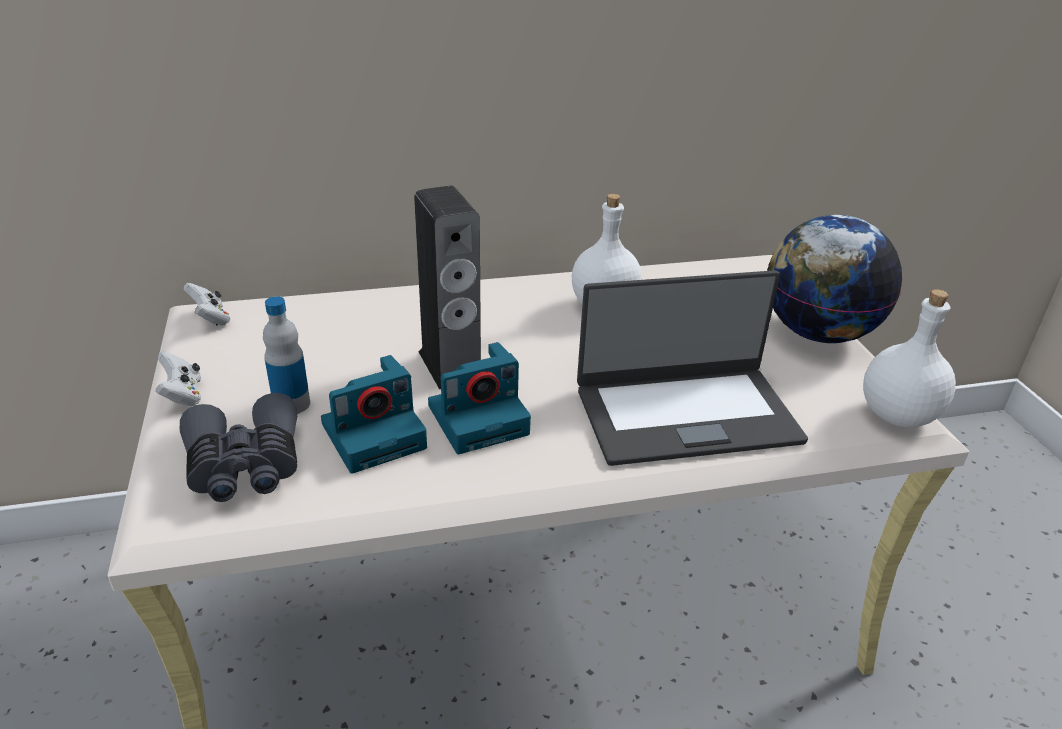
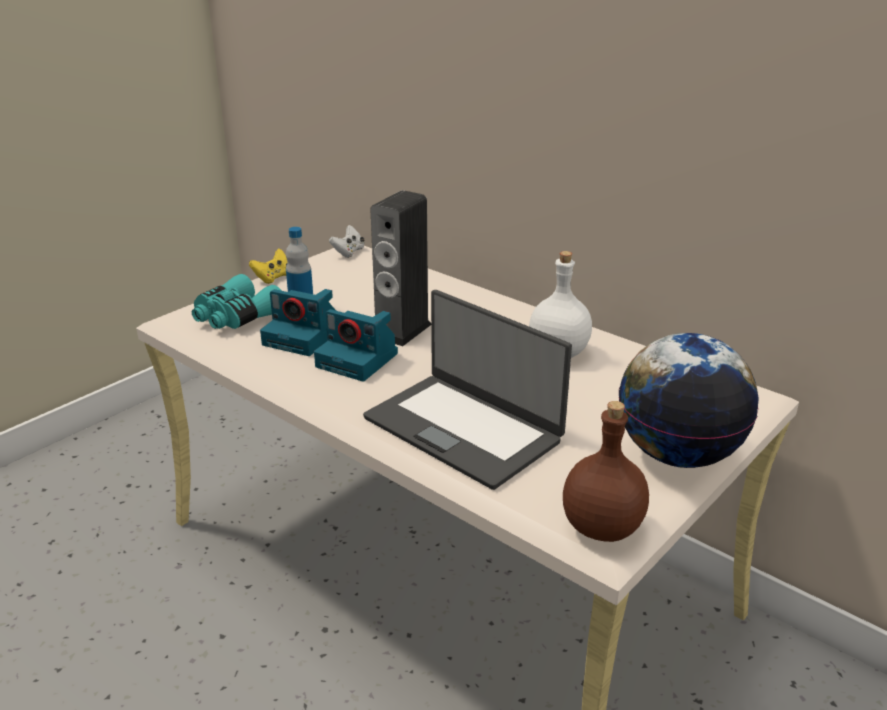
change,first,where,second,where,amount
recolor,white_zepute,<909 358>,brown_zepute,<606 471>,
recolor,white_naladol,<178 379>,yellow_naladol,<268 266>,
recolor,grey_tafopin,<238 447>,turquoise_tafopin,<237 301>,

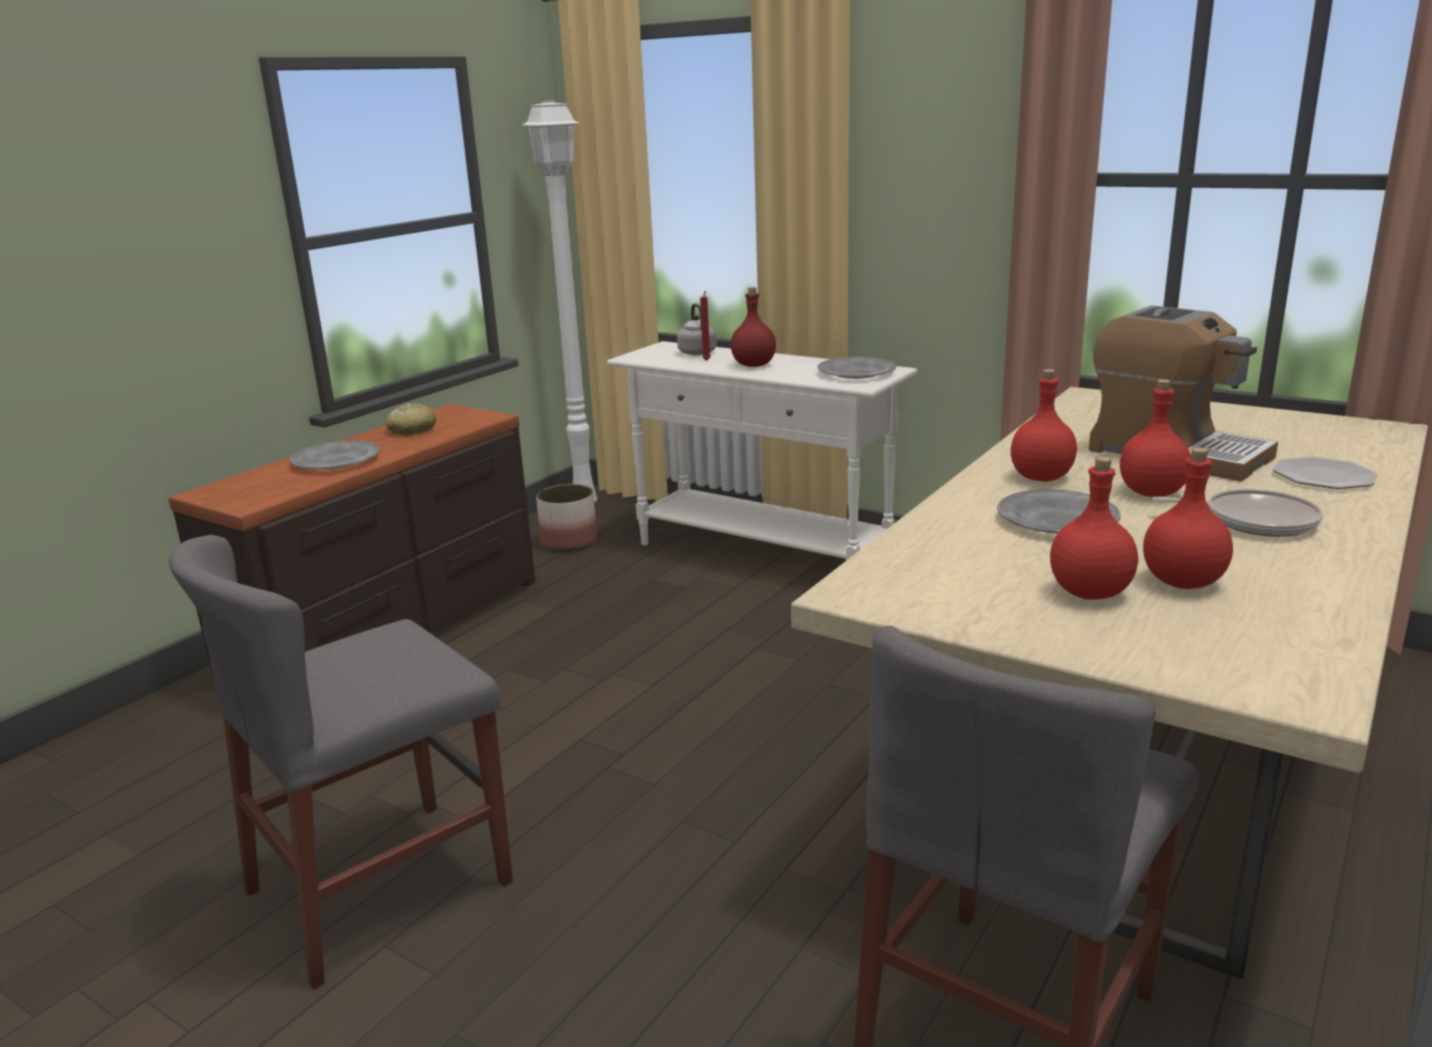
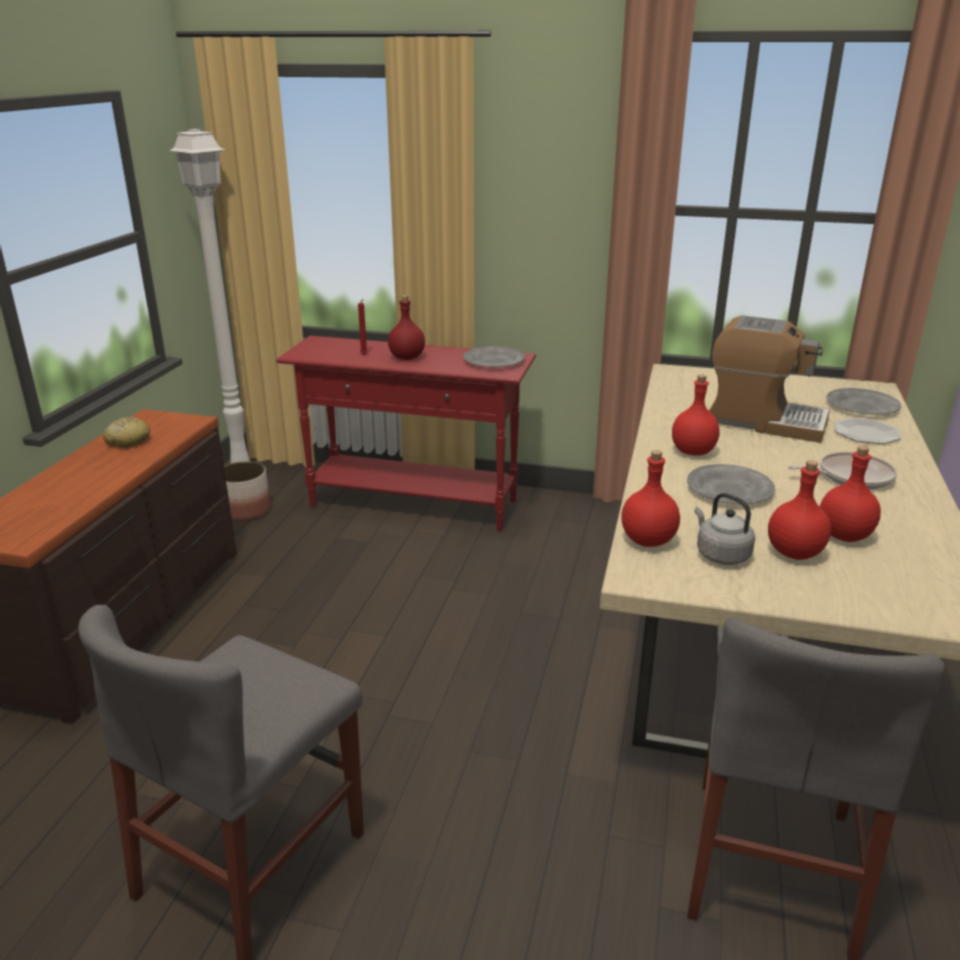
change,first,where,second,where,amount
move,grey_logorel,<697 329>,,<724 529>,
recolor,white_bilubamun,<762 451>,red_bilubamun,<406 433>,
move,red_zepute,<1155 438>,,<650 498>,
move,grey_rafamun,<335 454>,,<863 401>,

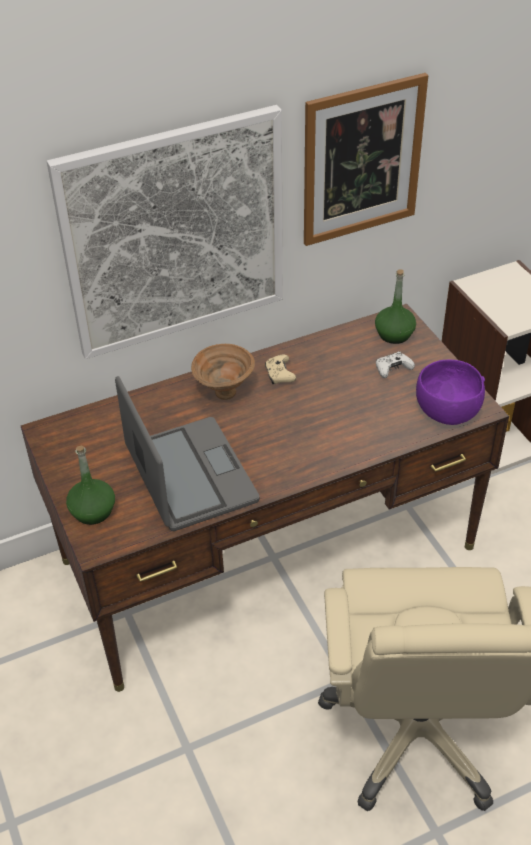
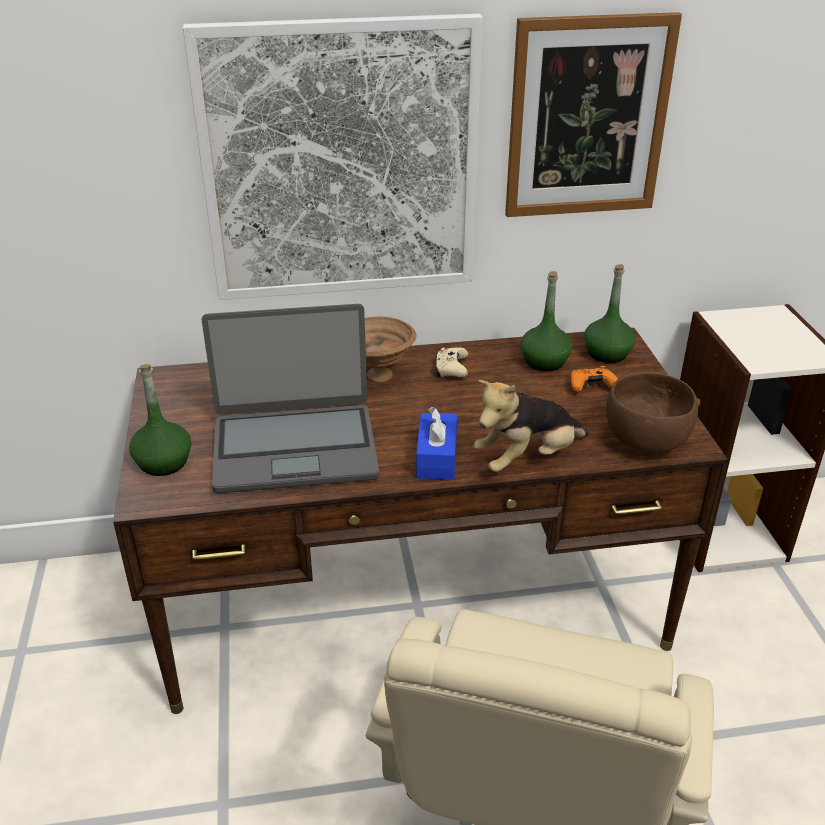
change,first,where,second,where,amount
recolor,white_naladol,<395 364>,orange_naladol,<594 379>,
recolor,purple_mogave,<450 392>,brown_mogave,<653 412>,
rotate,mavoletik,<187 453>,,<290 398>,90 degrees clockwise
insert,,,green_zepute,<546 321>,
insert,,,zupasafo,<531 426>,
insert,,,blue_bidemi,<436 443>,

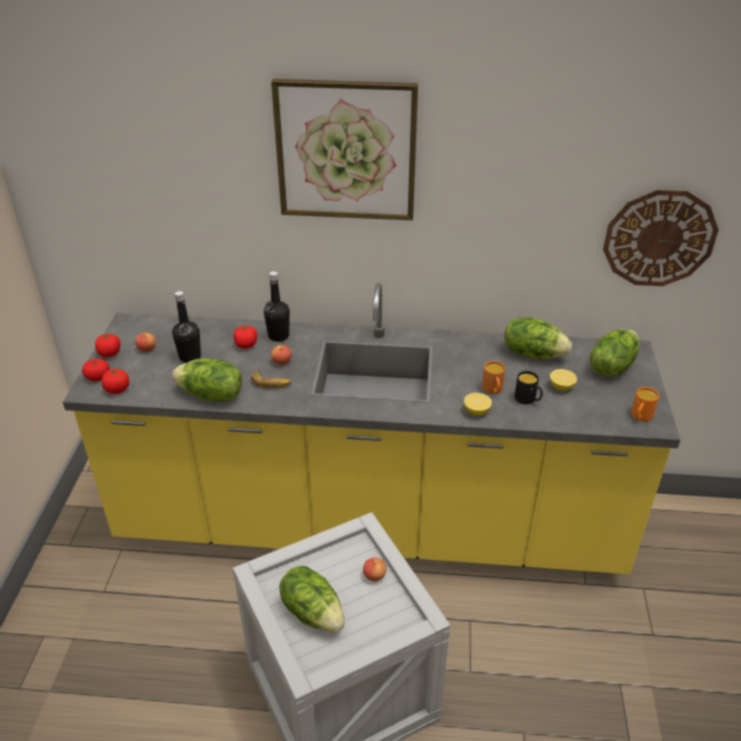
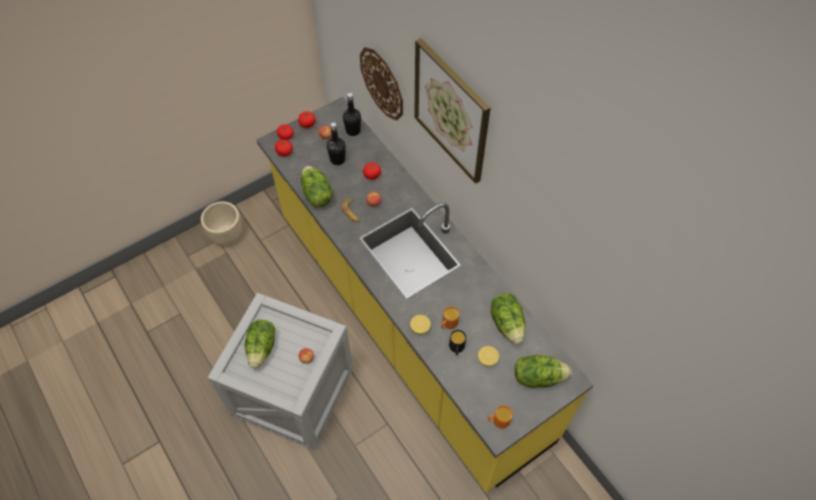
change,first,where,second,where,amount
move,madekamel,<661 238>,,<381 84>,
move,black_zepute,<277 306>,,<352 114>,
insert,,,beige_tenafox,<221 223>,

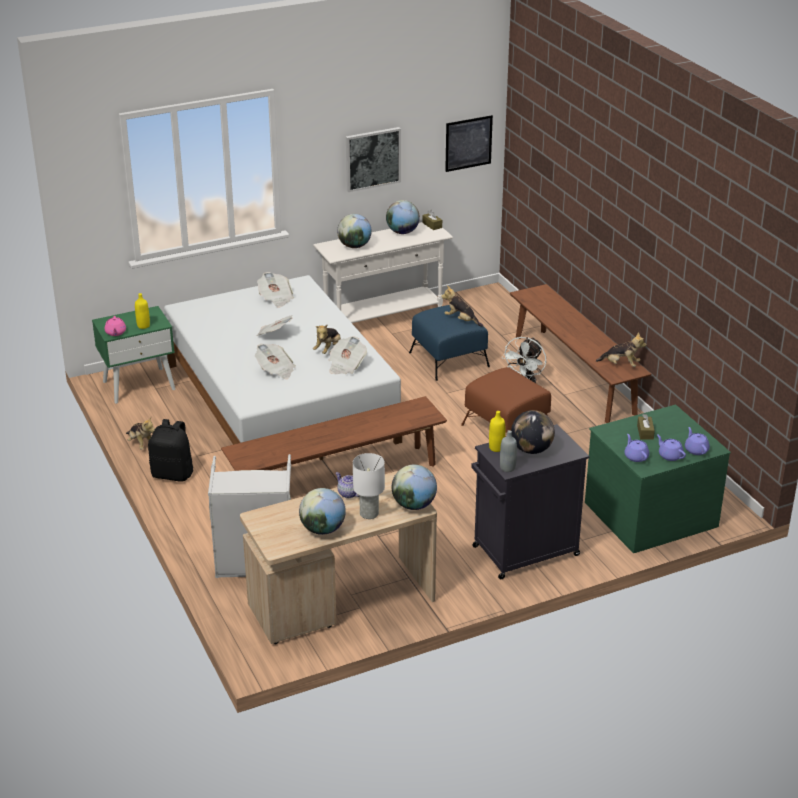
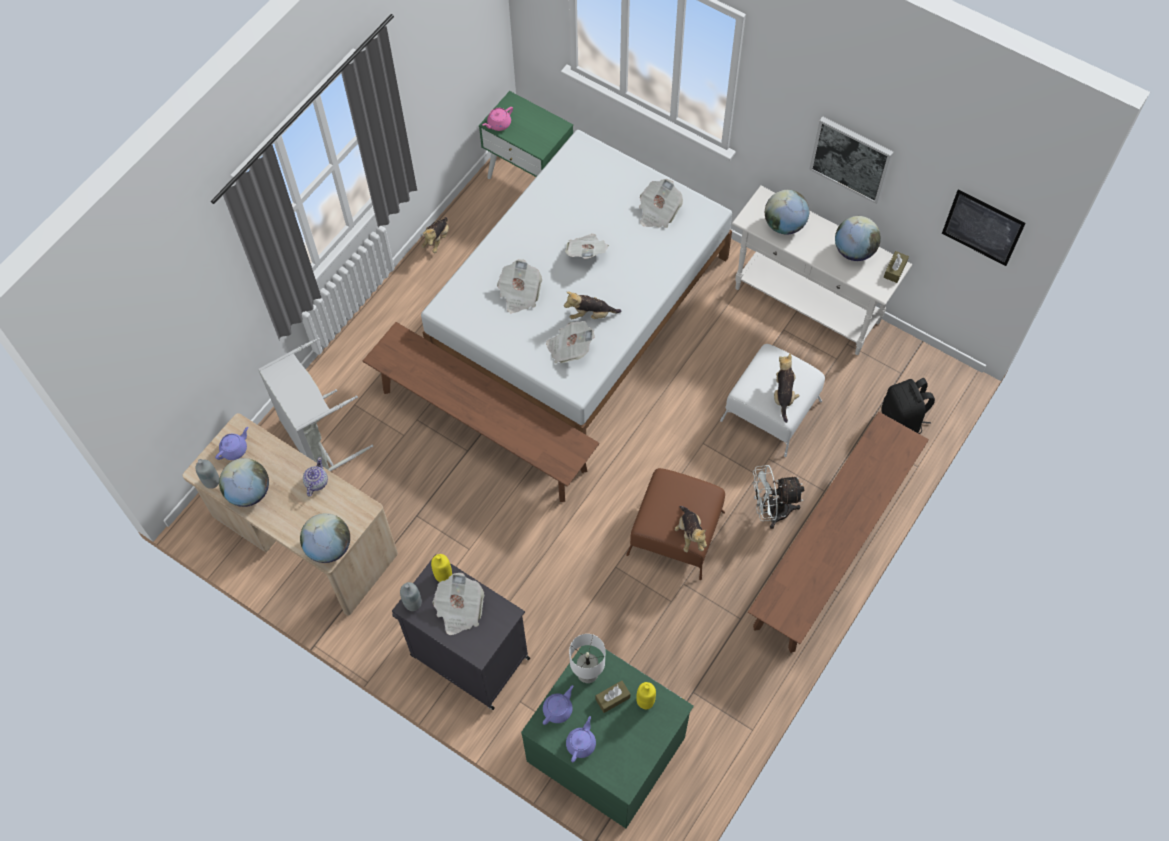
change,first,where,second,where,amount
move,yellow_zepute,<142 311>,,<646 695>,
recolor,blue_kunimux,<449 343>,white_kunimux,<772 400>,
move,zupasafo,<621 349>,,<691 529>,
replace,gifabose,<533 432>,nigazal,<458 604>,
move,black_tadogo,<170 450>,,<908 406>,
move,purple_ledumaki,<697 441>,,<231 443>,
move,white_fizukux,<369 486>,,<587 658>,
insert,,,grey_zepute,<208 474>,

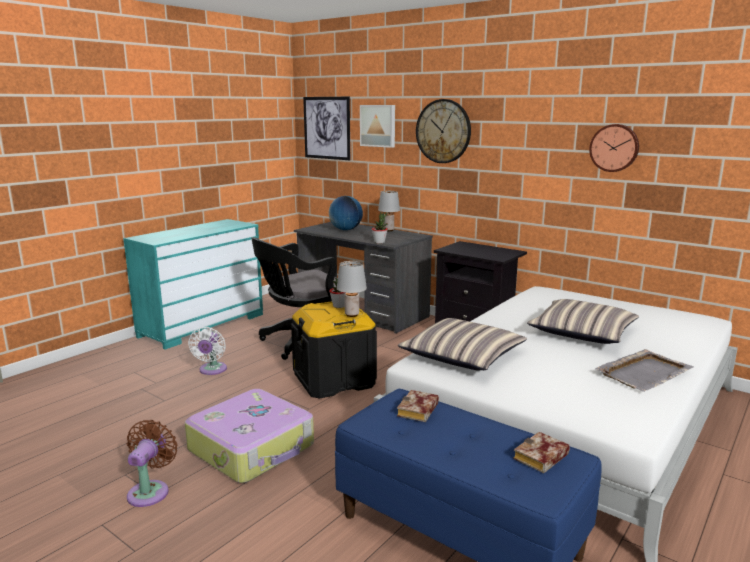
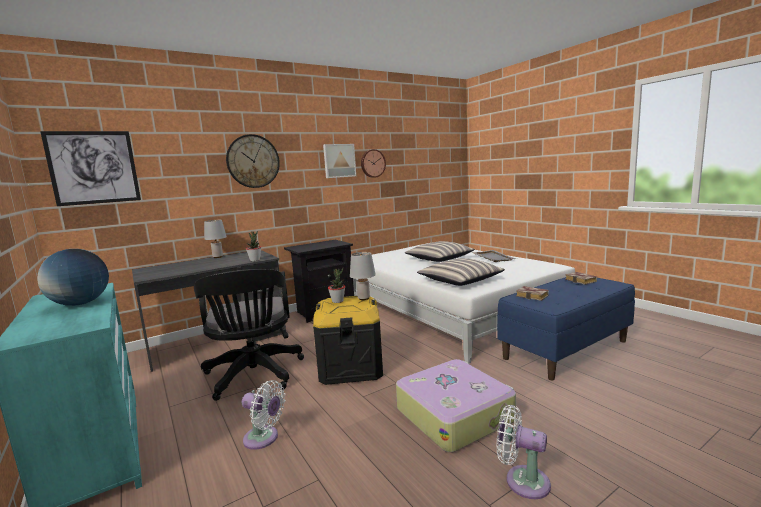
change,first,where,second,where,amount
move,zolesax,<377 126>,,<339 161>,
move,gifabose,<346 213>,,<73 277>,
recolor,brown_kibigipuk,<152 463>,white_kibigipuk,<523 452>,

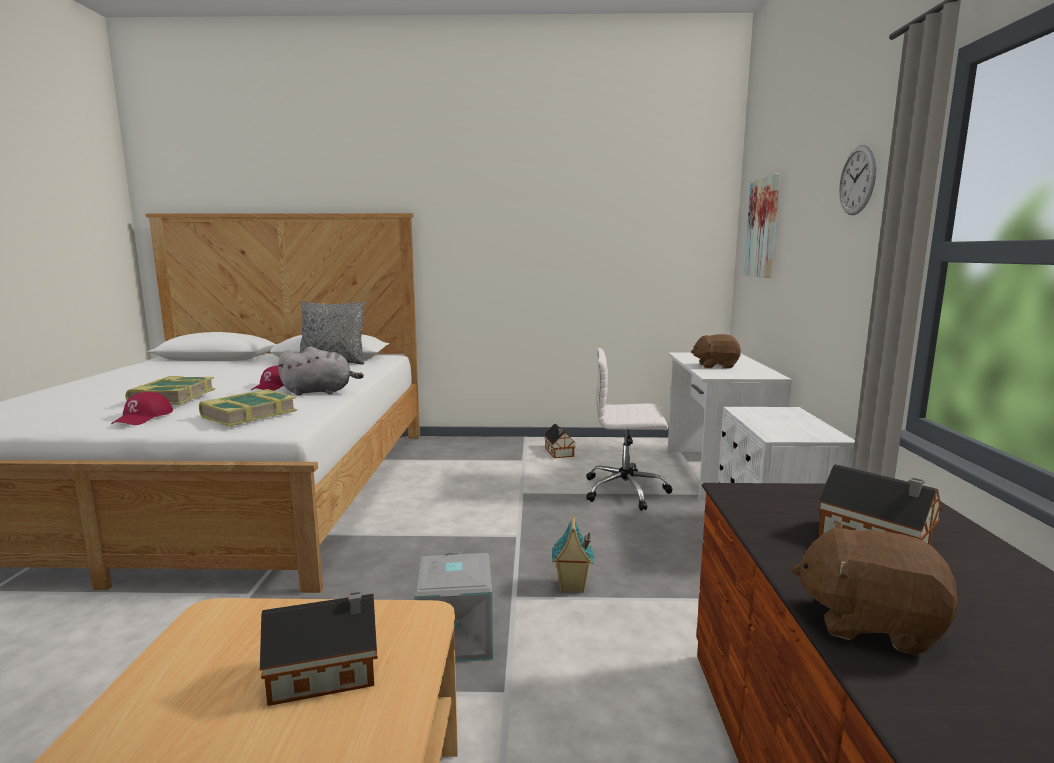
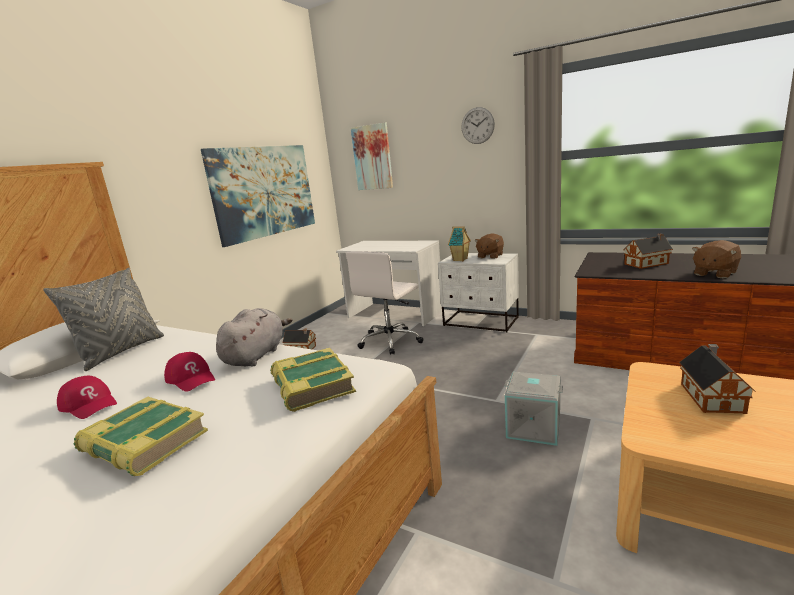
change,first,where,second,where,amount
move,brown_zupasafo,<716 351>,,<489 246>,
move,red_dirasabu,<142 408>,,<87 397>,
move,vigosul,<573 555>,,<459 243>,
insert,,,zolesax,<258 196>,

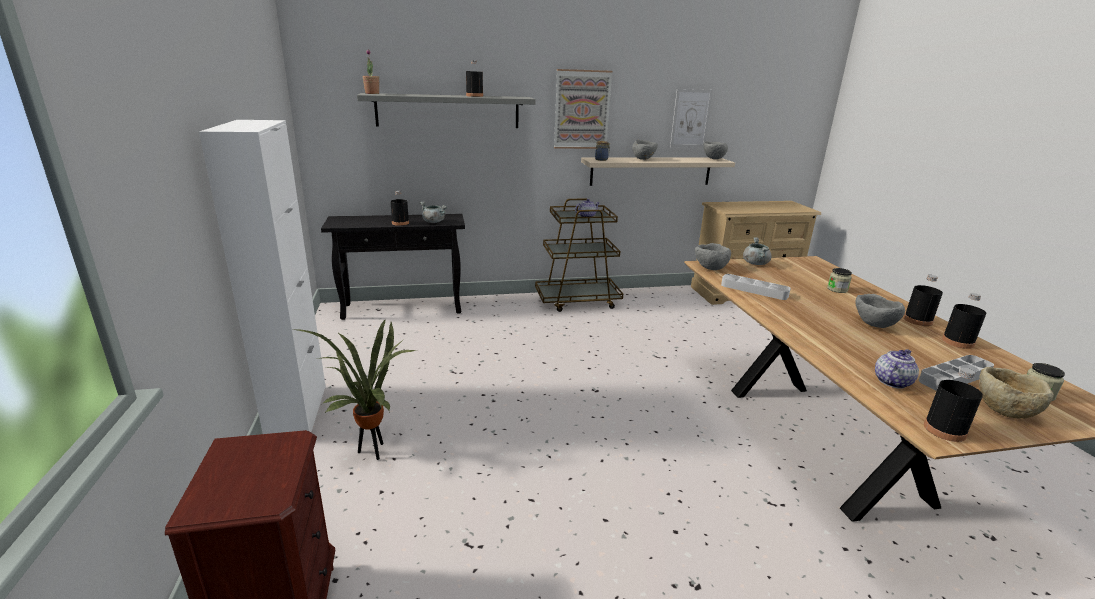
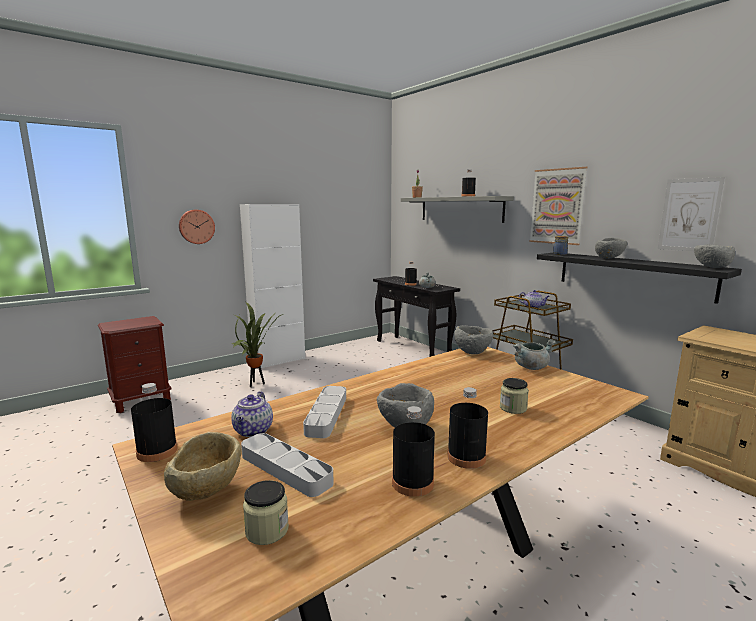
change,first,where,second,where,amount
recolor,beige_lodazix,<658 171>,black_lodazix,<639 278>,
move,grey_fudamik,<756 287>,,<324 412>,
rotate,ledumaki,<897 369>,,<252 414>,75 degrees clockwise
insert,,,madekamel,<197 227>,

